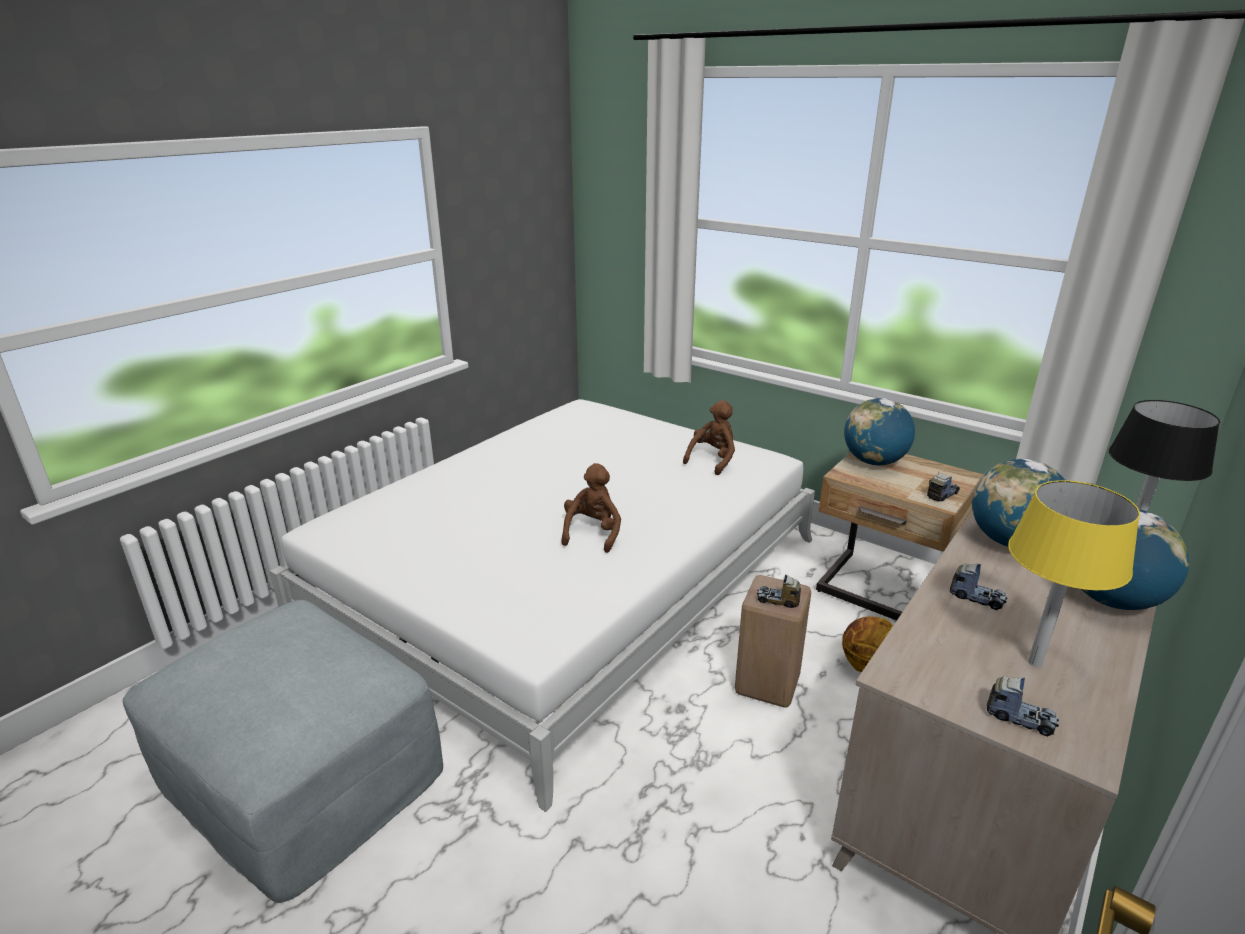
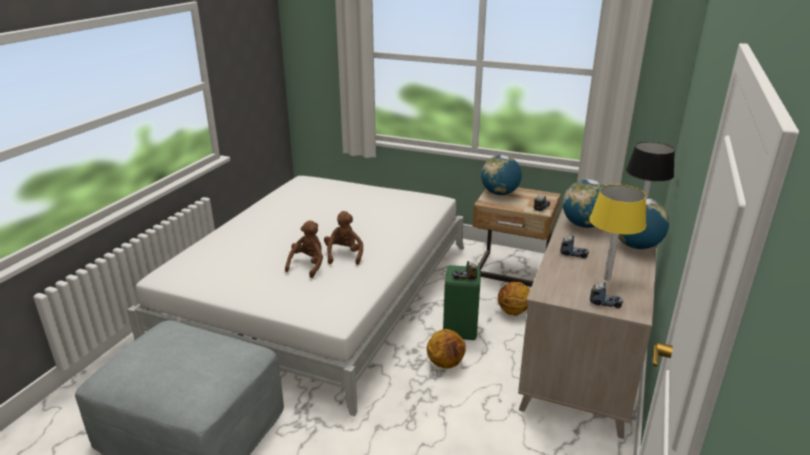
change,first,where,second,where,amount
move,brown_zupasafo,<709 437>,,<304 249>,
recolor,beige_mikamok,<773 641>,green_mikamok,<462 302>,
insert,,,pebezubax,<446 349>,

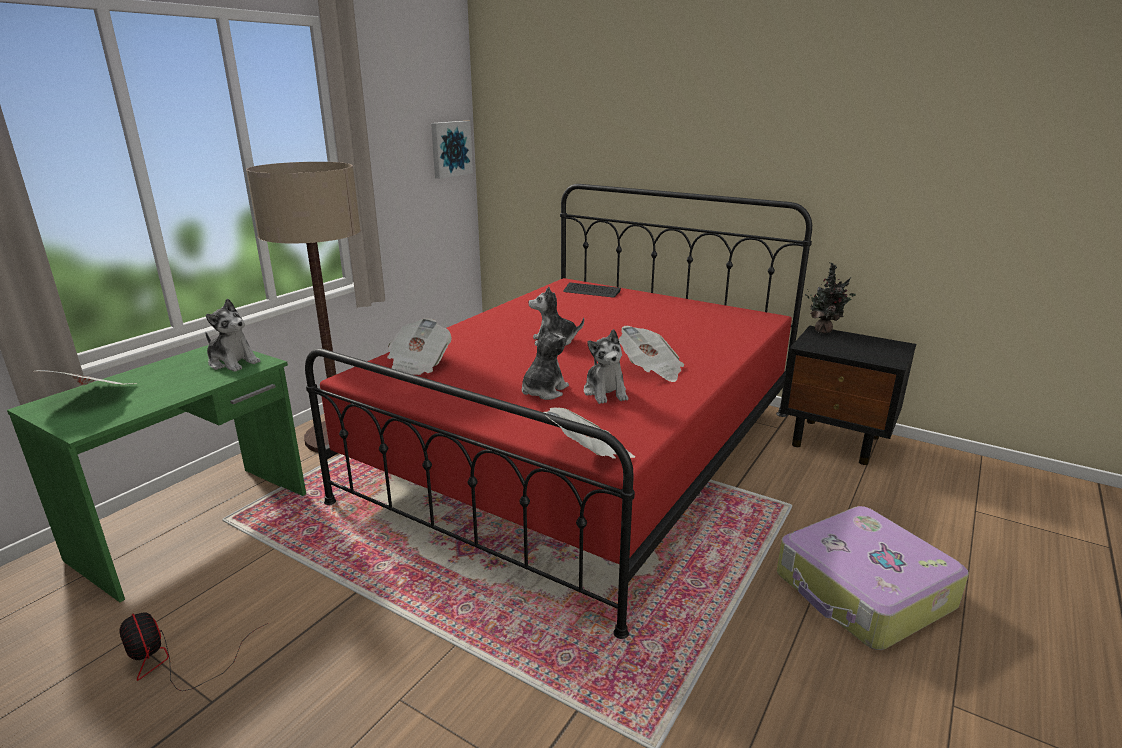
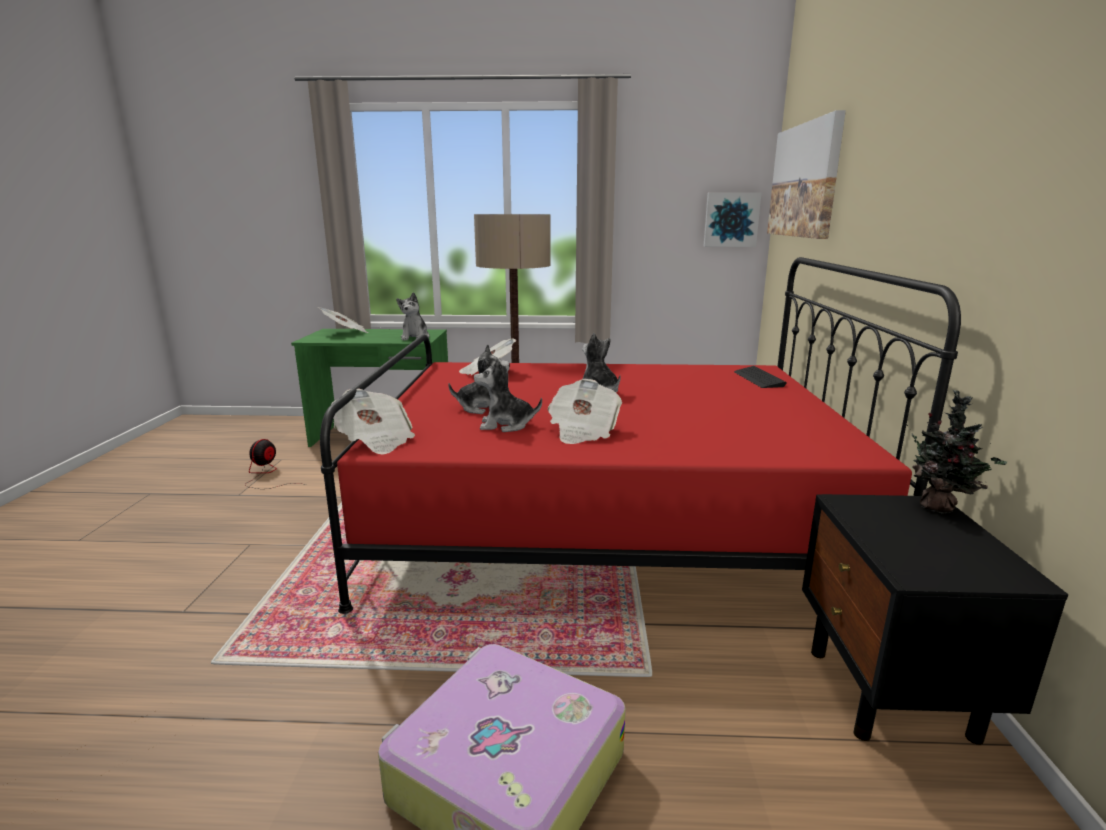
change,first,where,second,where,amount
rotate,zupasafo,<606 366>,,<508 395>,45 degrees clockwise
insert,,,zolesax,<806 174>,

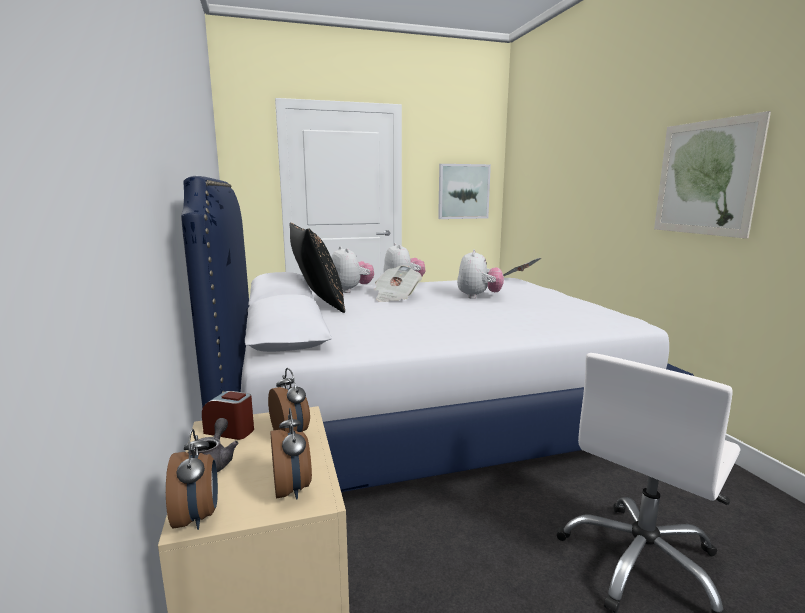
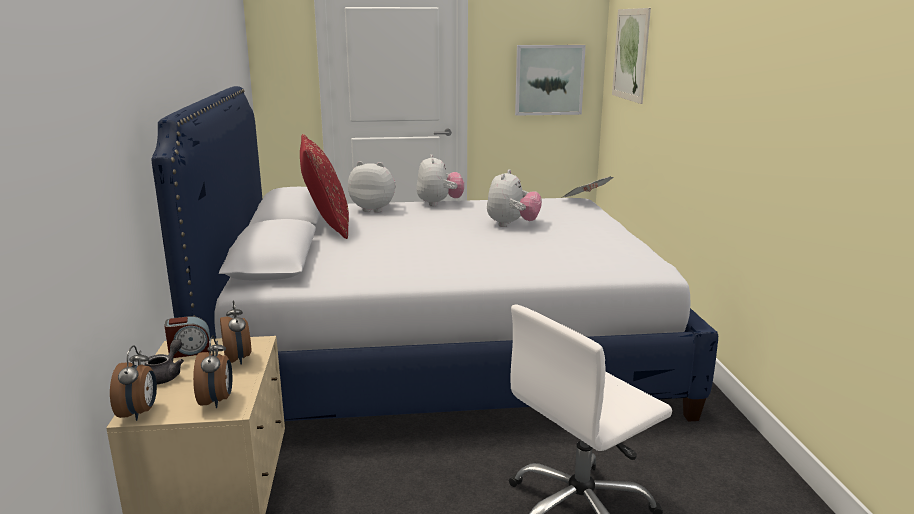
change,first,where,second,where,amount
move,zolesax,<712 175>,,<631 56>,
recolor,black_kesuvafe,<317 267>,red_kesuvafe,<324 186>,
rotate,zupasafo,<352 269>,,<372 187>,60 degrees counterclockwise
delete,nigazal,<398 283>,,,
rotate,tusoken,<228 415>,,<188 337>,135 degrees clockwise

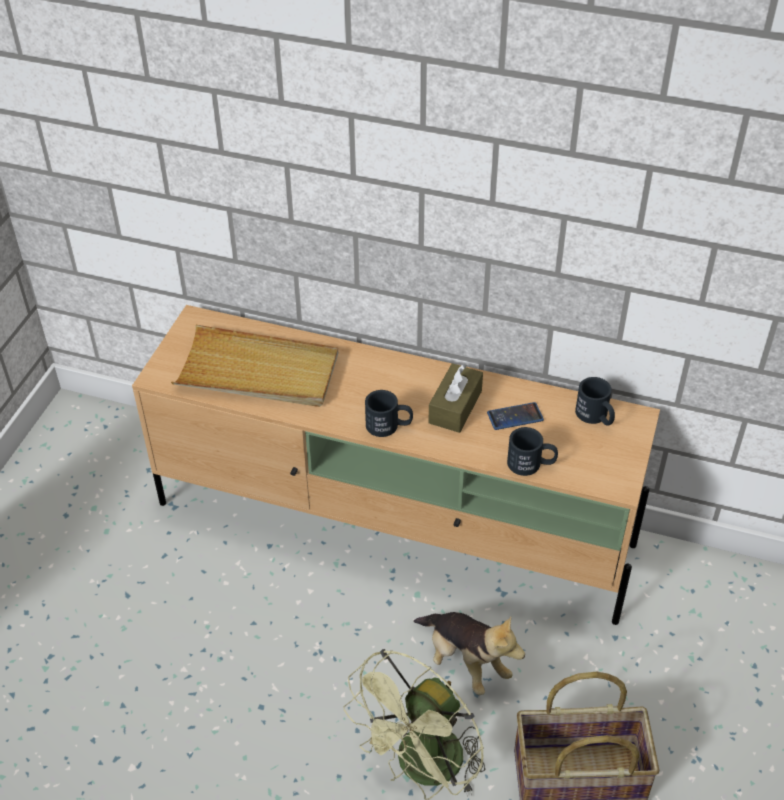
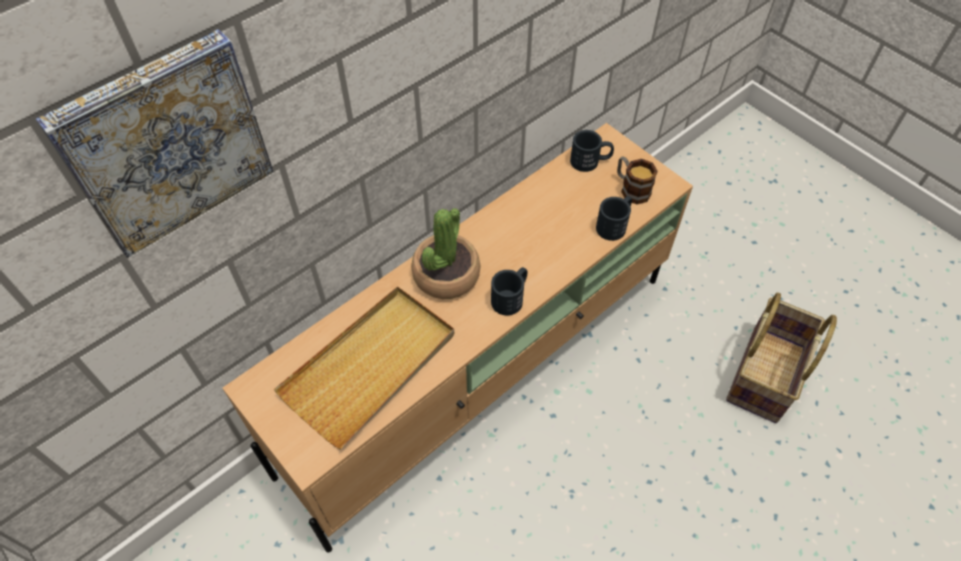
change,first,where,second,where,amount
delete,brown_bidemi,<455 398>,,,
delete,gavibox,<515 416>,,,
delete,zupasafo,<469 653>,,,
delete,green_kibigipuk,<414 724>,,,
insert,,,zolesax,<154 143>,
insert,,,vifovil,<637 180>,
insert,,,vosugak,<445 253>,

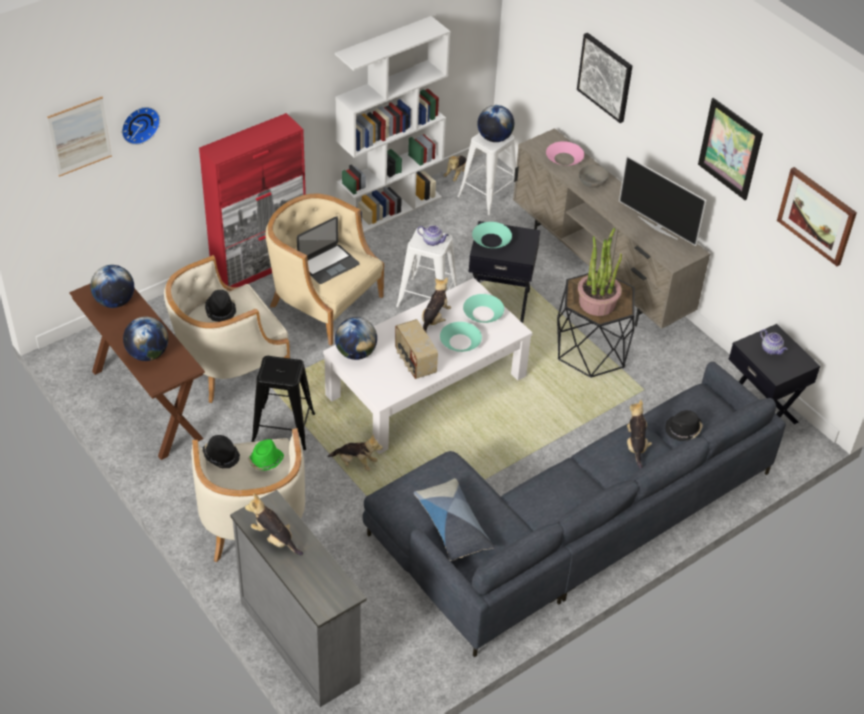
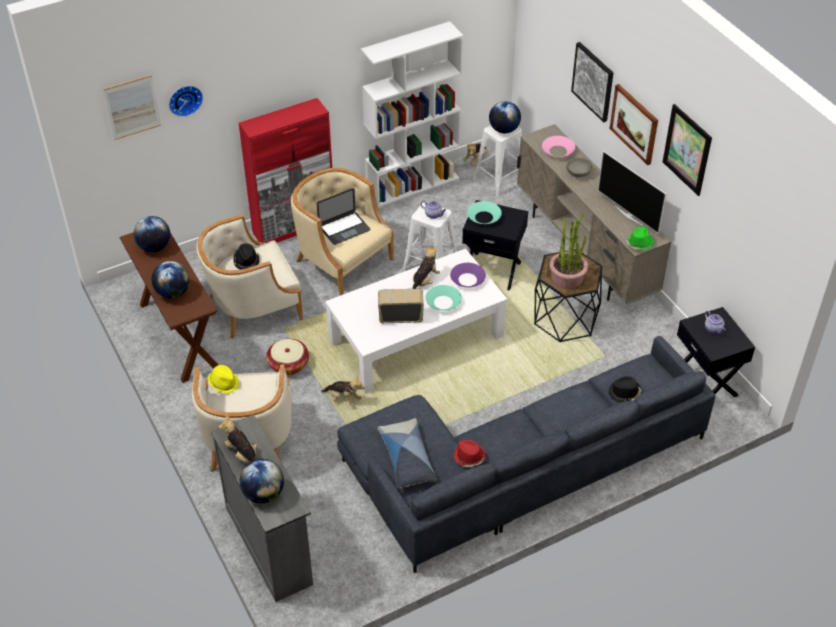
change,first,where,second,where,amount
move,zolesax,<817 216>,,<634 124>,
recolor,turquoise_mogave,<483 308>,purple_mogave,<468 275>,
move,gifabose,<356 338>,,<262 481>,
rotate,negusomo,<416 349>,,<401 306>,105 degrees clockwise
replace,black_mikamok,<283 403>,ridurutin,<287 357>,
delete,zupasafo,<639 434>,,,
recolor,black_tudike,<221 451>,yellow_tudike,<223 379>,
move,green_tudike,<266 455>,,<640 238>,
insert,,,red_tudike,<470 453>,

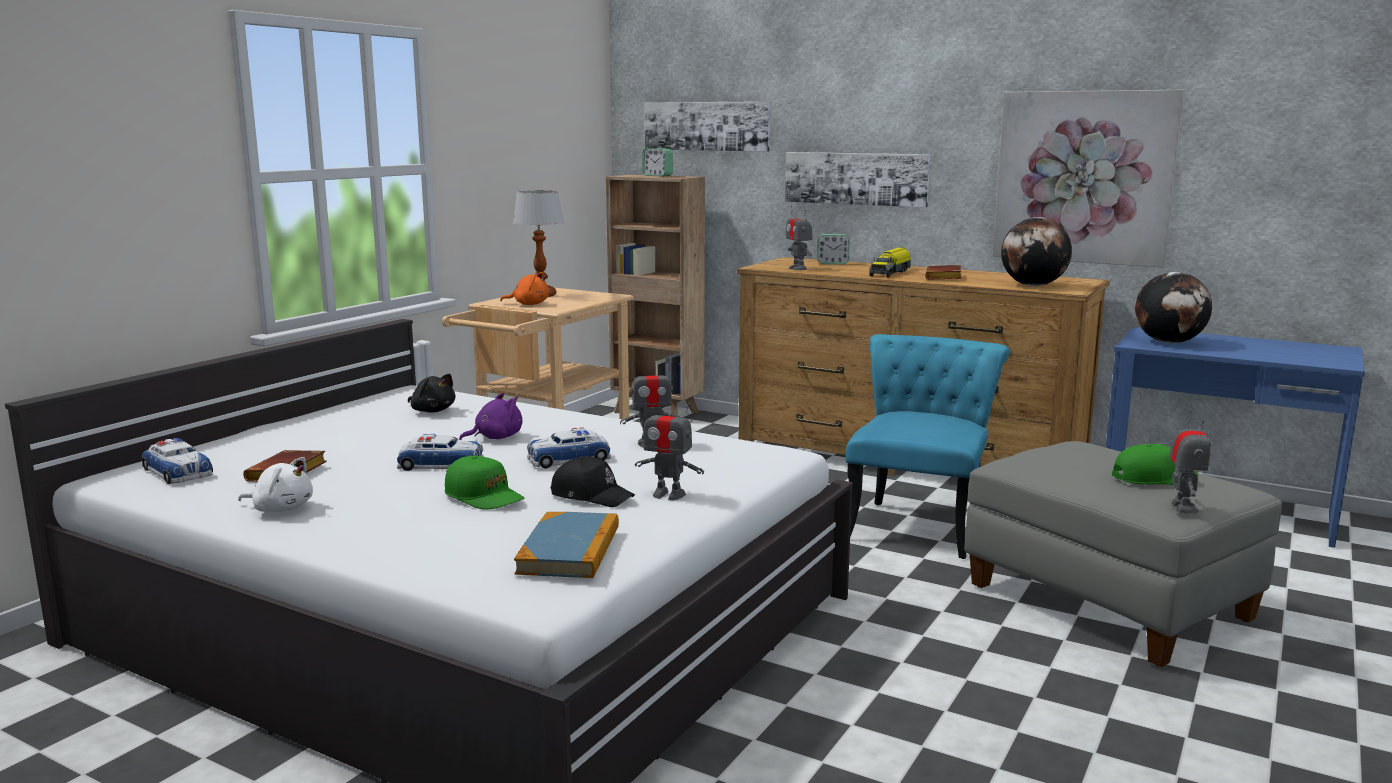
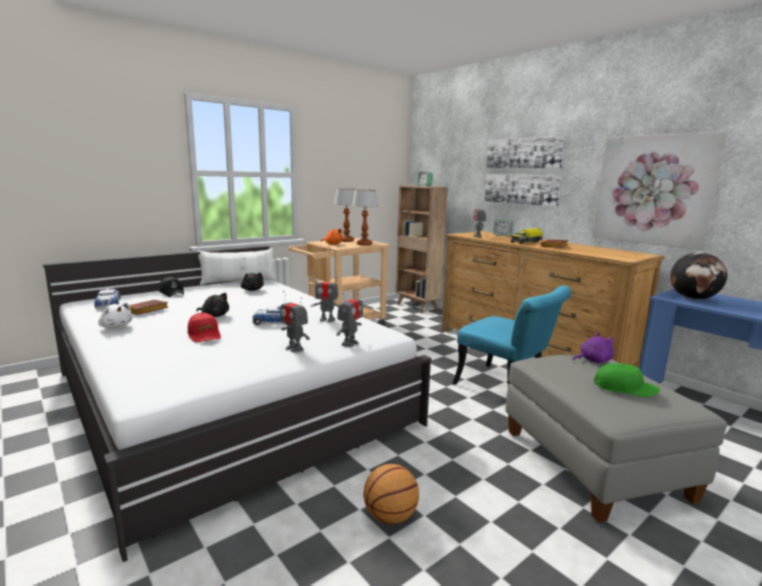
change,first,where,second,where,amount
move,zolesax,<707 126>,,<526 152>,
delete,gifabose,<1036 251>,,,
rotate,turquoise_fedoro,<928 446>,,<511 335>,90 degrees clockwise
move,purple_zupasafo,<490 416>,,<593 347>,
move,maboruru,<1190 462>,,<349 318>,
replace,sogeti,<440 452>,black_zupasafo,<213 305>,
recolor,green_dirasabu,<484 483>,red_dirasabu,<204 327>,
move,black_dirasabu,<593 481>,,<171 286>,
delete,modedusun,<566 545>,,,
insert,,,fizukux,<365 218>,
insert,,,white_kesuvafe,<236 266>,
insert,,,pebezubax,<391 494>,

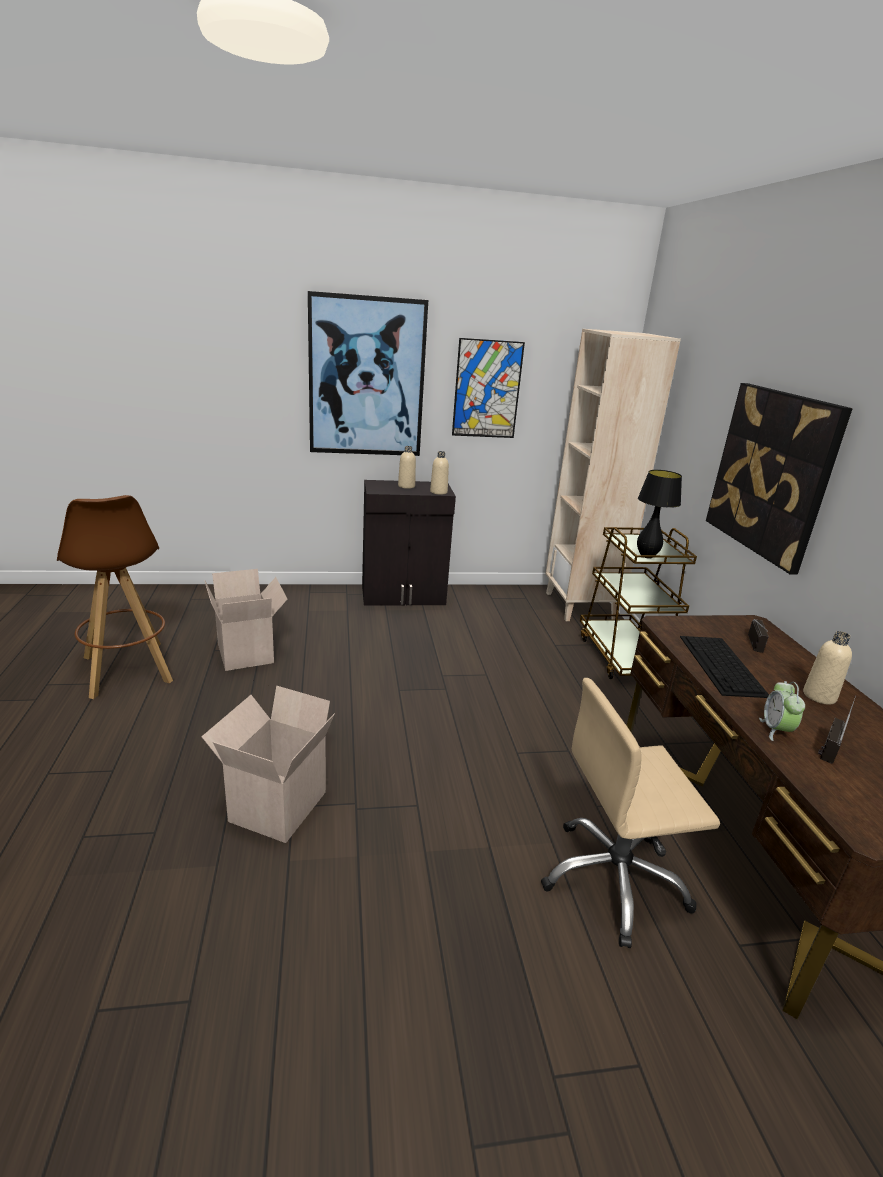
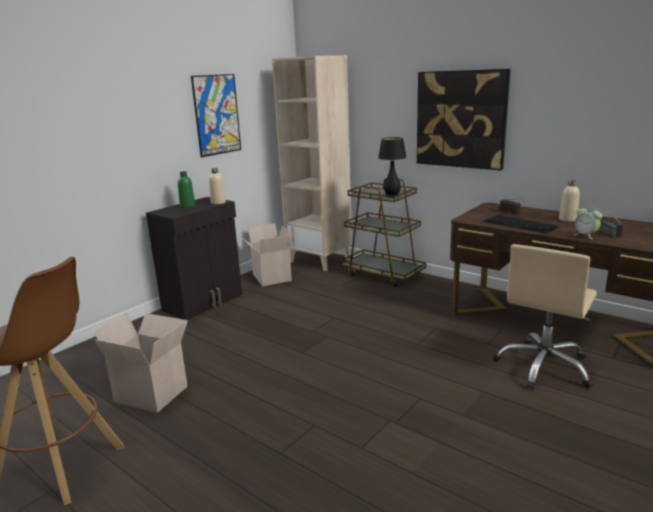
change,first,where,second,where,amount
delete,zolesax,<368 373>,,,
recolor,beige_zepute,<407 467>,green_zepute,<186 189>,
move,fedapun,<267 764>,,<266 254>,

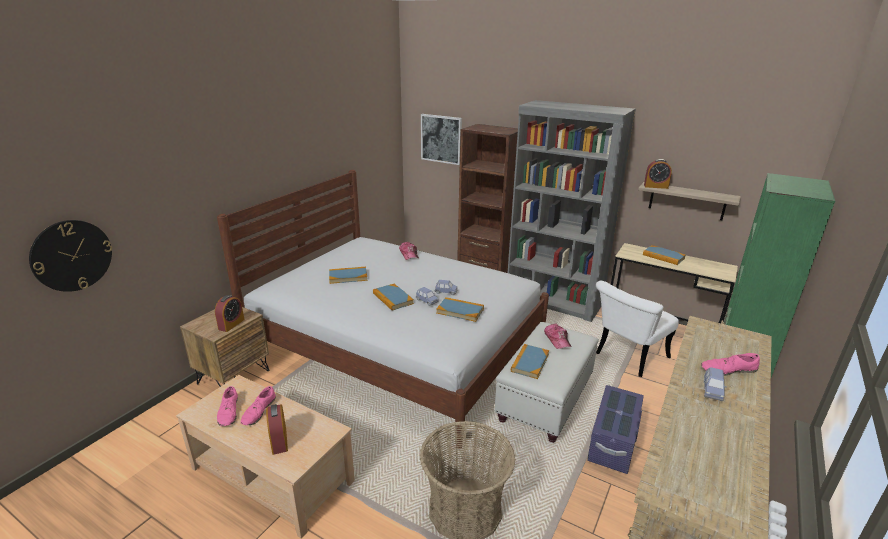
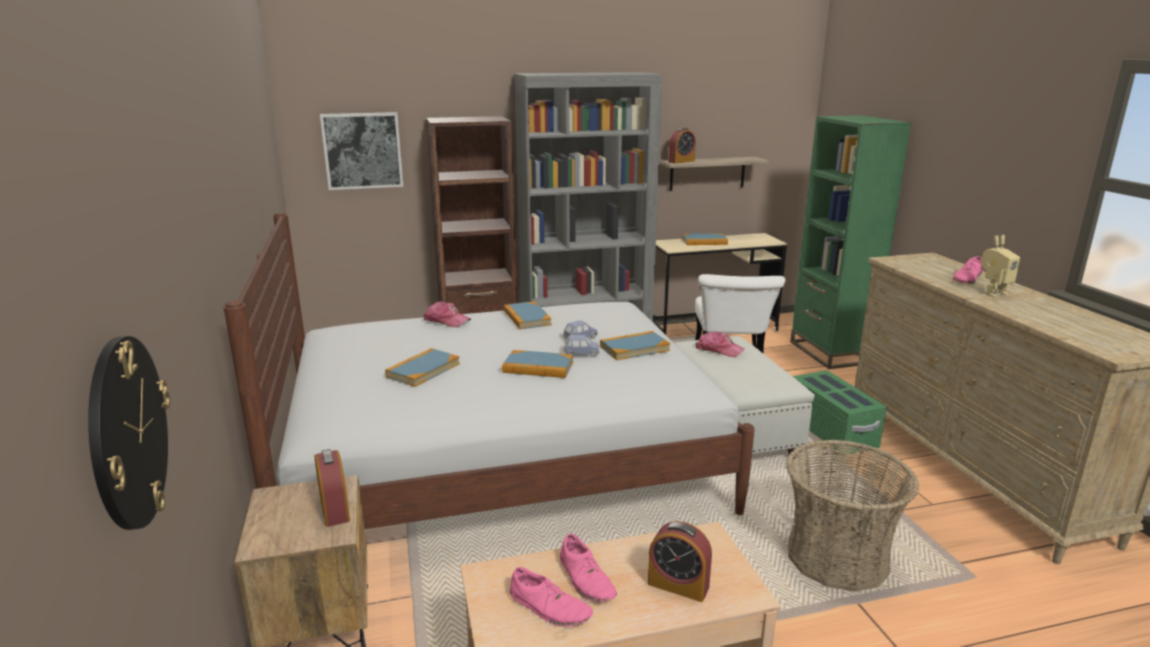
change,first,where,second,where,amount
move,modedusun,<530 361>,,<528 315>,
replace,blue_sogeti,<715 384>,maboruru,<1000 266>,
recolor,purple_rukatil,<615 429>,green_rukatil,<840 413>,

